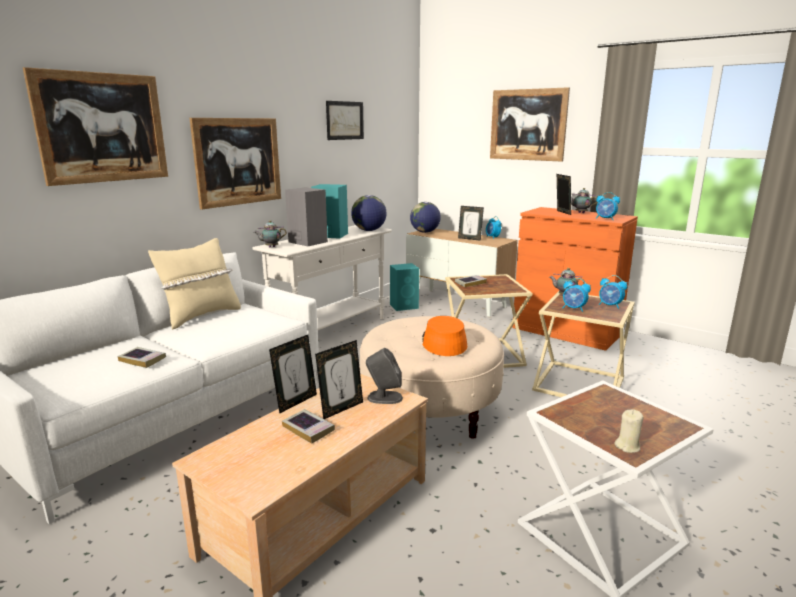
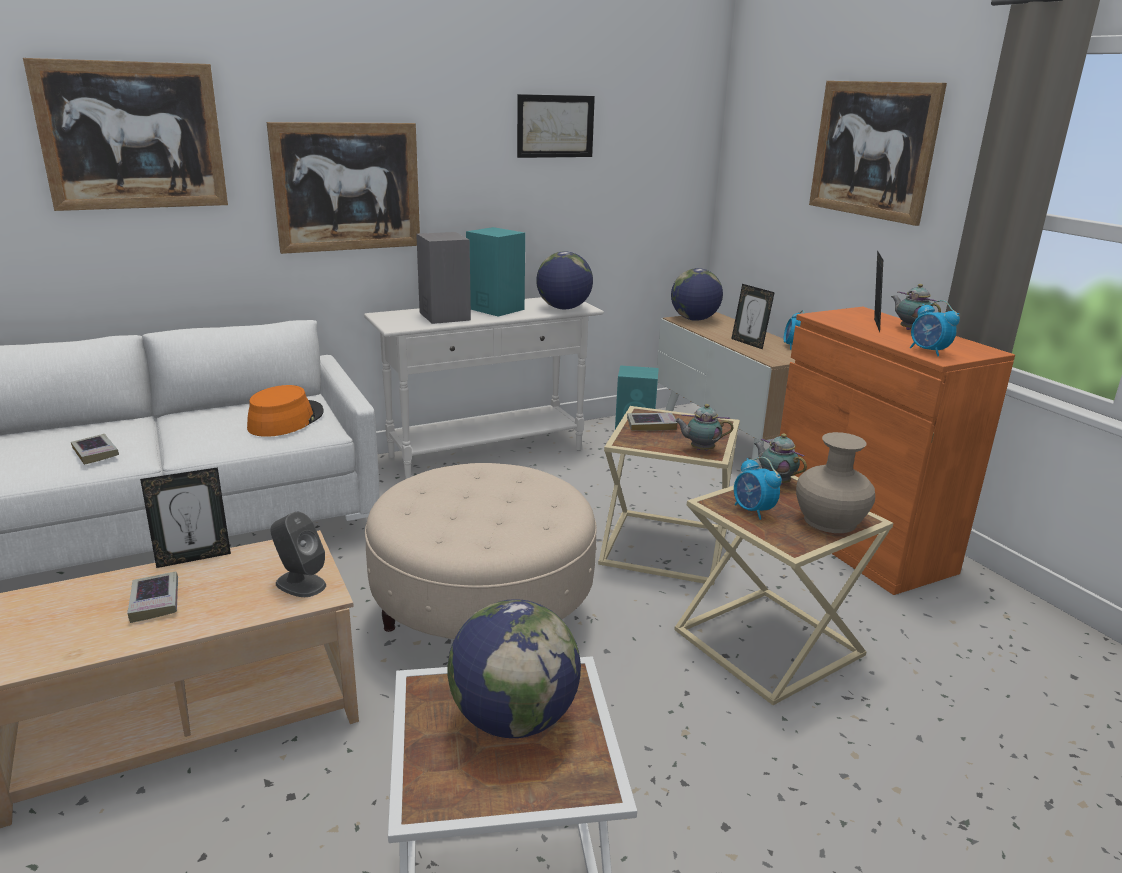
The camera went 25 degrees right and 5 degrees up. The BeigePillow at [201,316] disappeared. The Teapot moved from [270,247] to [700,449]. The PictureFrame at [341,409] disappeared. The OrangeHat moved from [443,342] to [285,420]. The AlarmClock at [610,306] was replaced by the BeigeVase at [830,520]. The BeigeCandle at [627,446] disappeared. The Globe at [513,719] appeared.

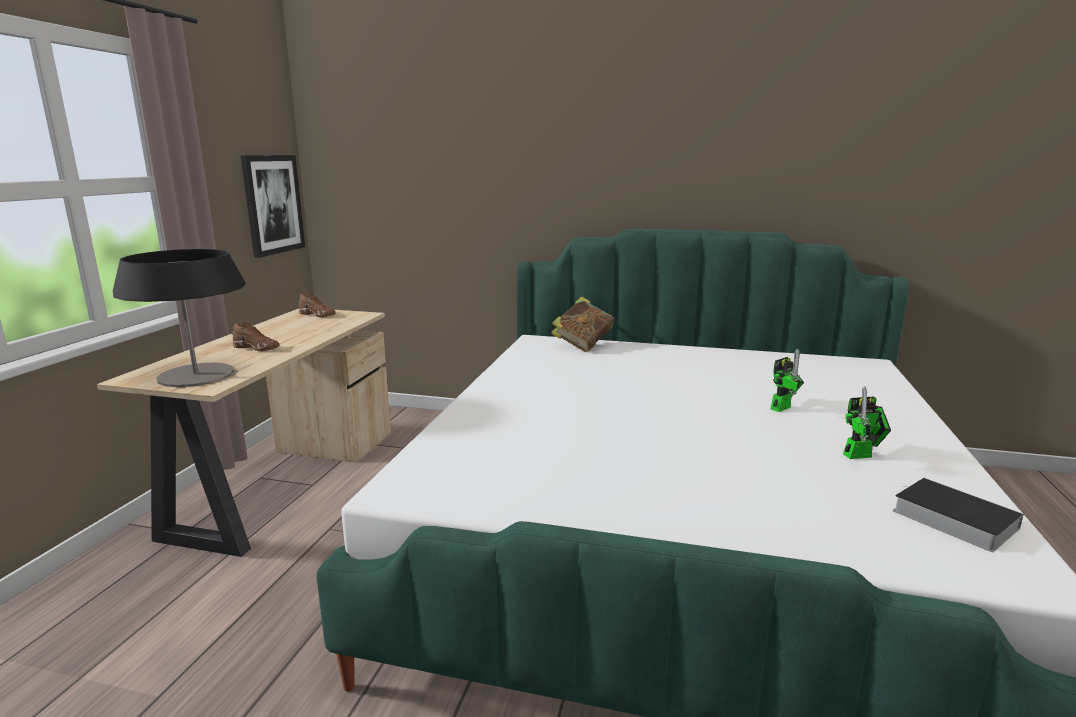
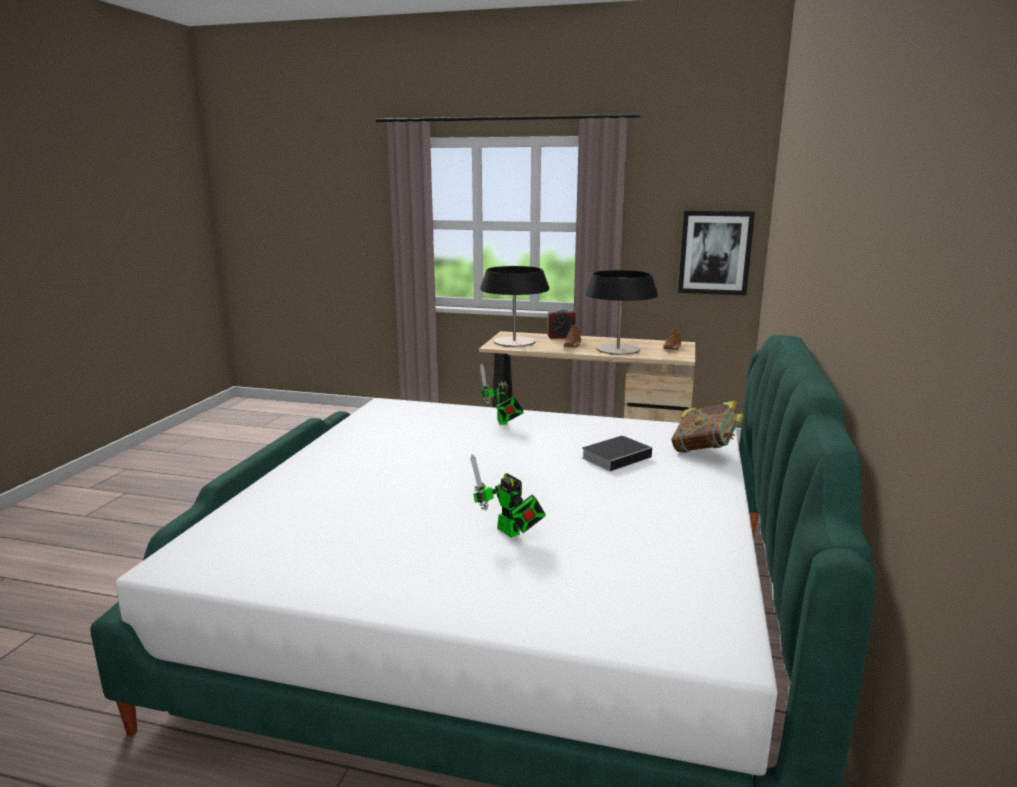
The camera went 90 degrees right and 0 degrees up. The ToyRobot moved from [861,455] to [502,422]. The Book moved from [950,518] to [617,457]. The AlarmClock at [561,337] appeared. The TableLamp at [618,349] appeared.

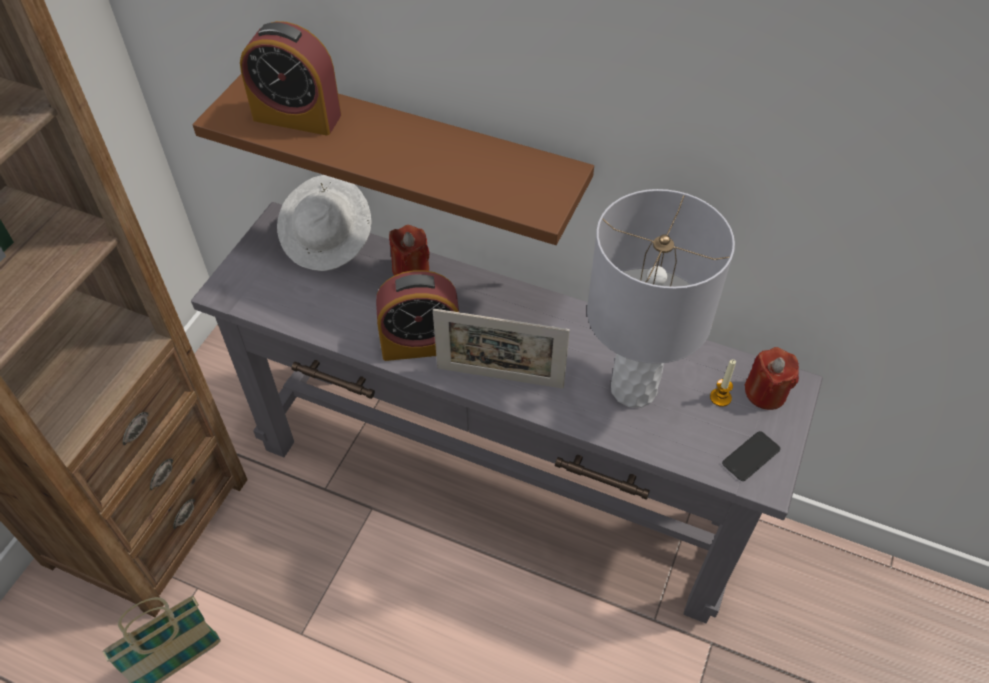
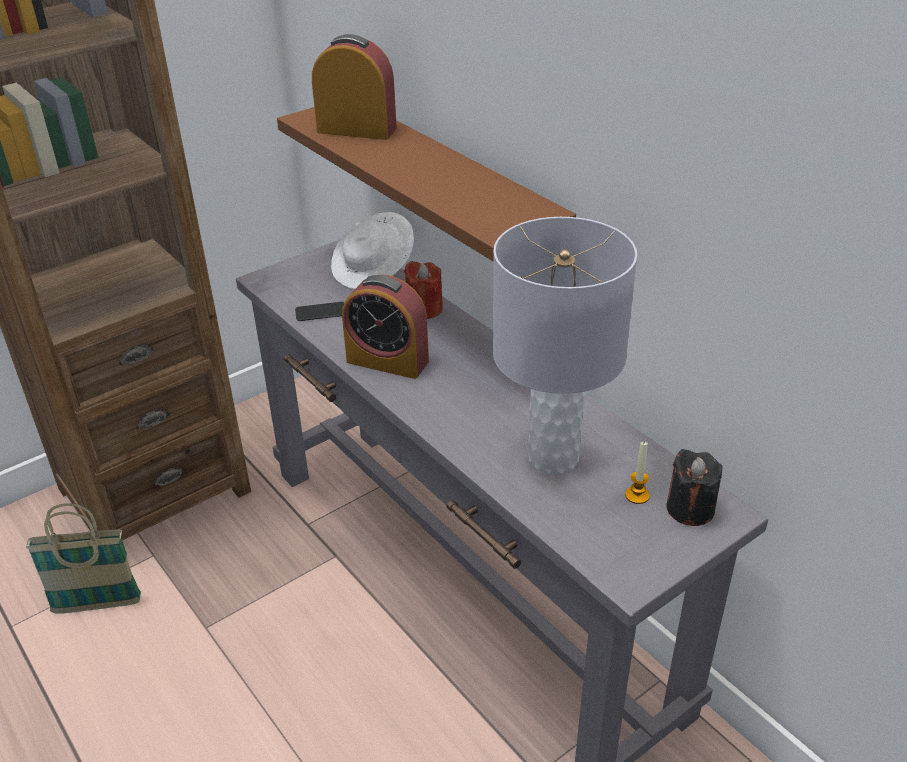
The camera went 30 degrees right and 15 degrees down. The AlarmClock at [297,117] turned 150 degrees clockwise. The PictureFrame at [500,377] disappeared. The Phone moved from [751,456] to [321,312]. The RedCandle at [765,393] became the BlackCandle at [690,509].

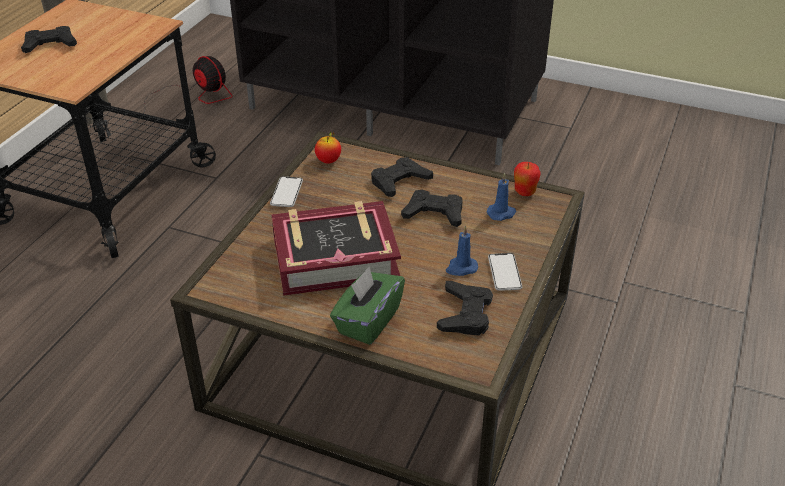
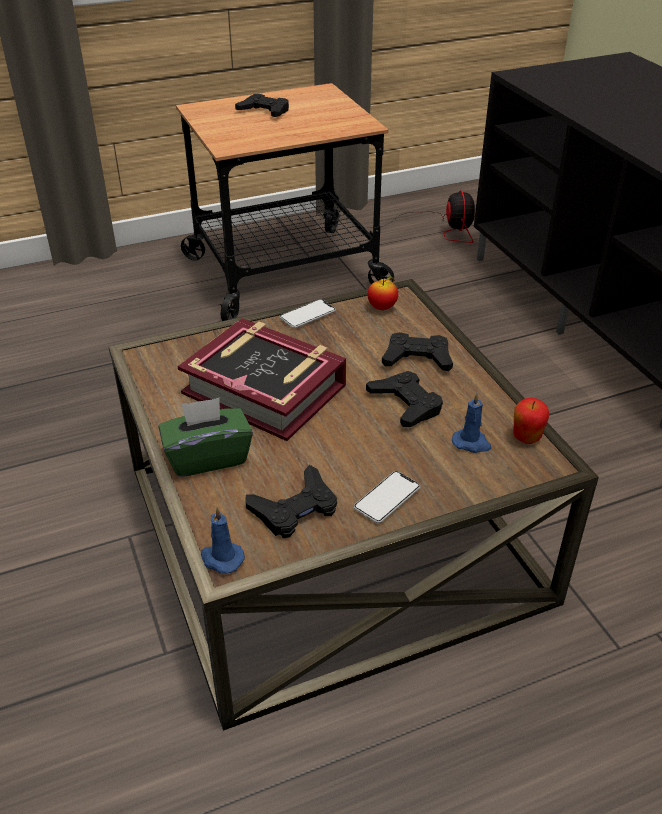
The camera went 45 degrees right and 0 degrees up. The BlueCandle moved from [461,268] to [221,558].

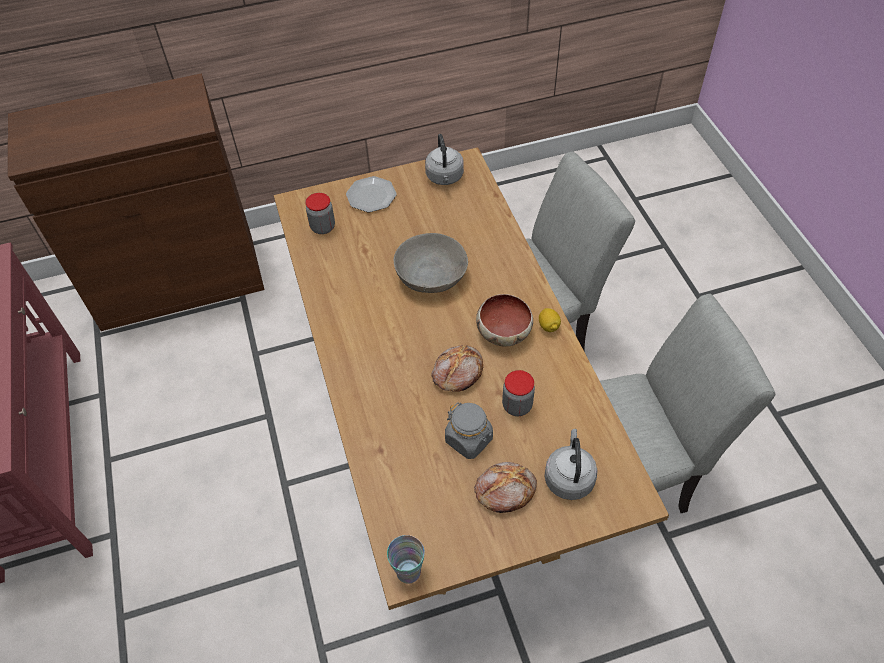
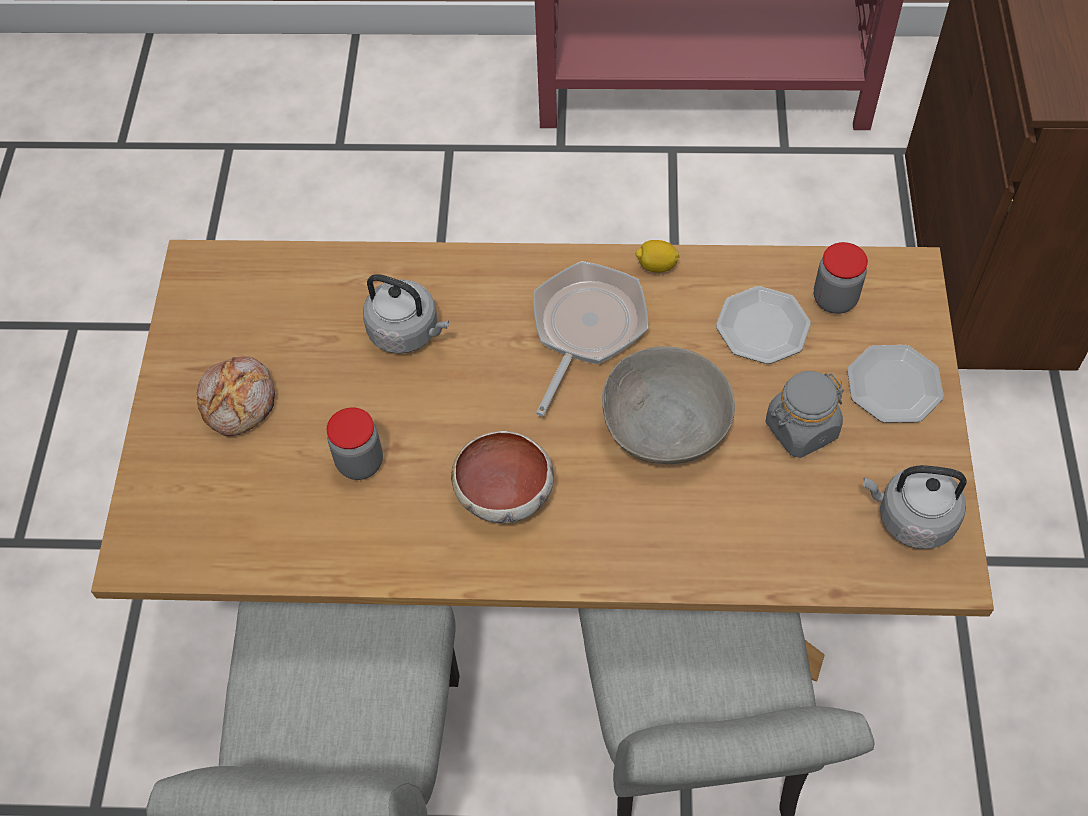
The camera went 110 degrees right and 5 degrees up. The Cup at [408,571] disappeared. The Bread at [457,372] disappeared. The GreyJar moved from [469,439] to [801,429]. The Lemon moved from [548,326] to [656,266]. The GreyKettle moved from [569,477] to [407,332]. The FryingPan at [585,329] appeared. The Plate at [761,327] appeared.

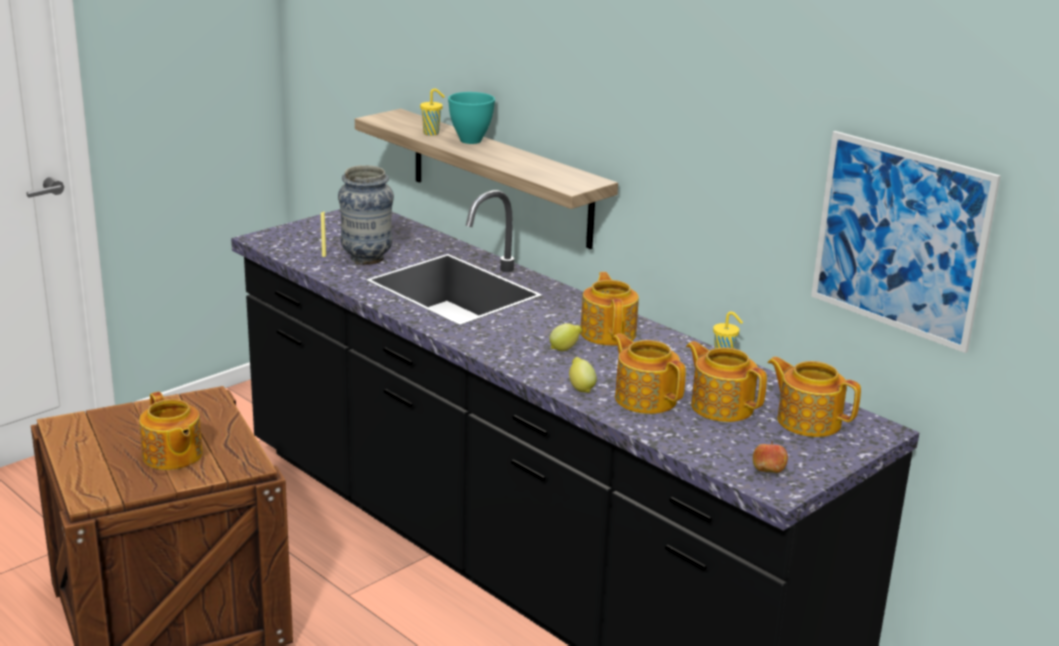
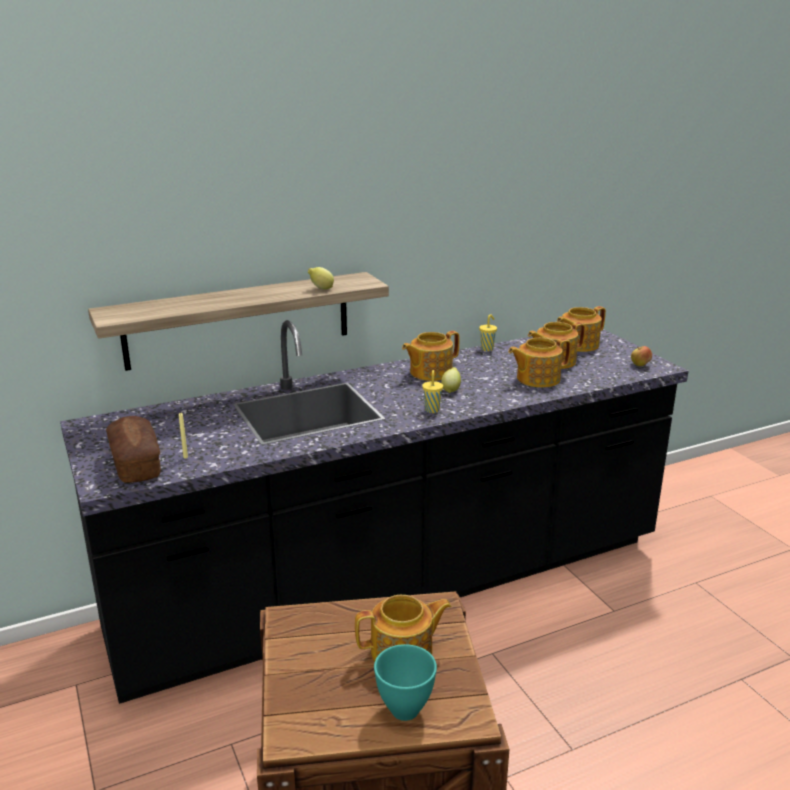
The camera went 70 degrees left and 0 degrees up. The Vase at [366,258] disappeared. The YellowCup moved from [432,133] to [432,410]. The TurquoiseBowl moved from [471,141] to [406,710]. The Lemon moved from [581,388] to [321,289]. The Teapot at [608,333] turned 45 degrees counterclockwise. The Picture at [900,239] disappeared. The Bread at [136,463] appeared.

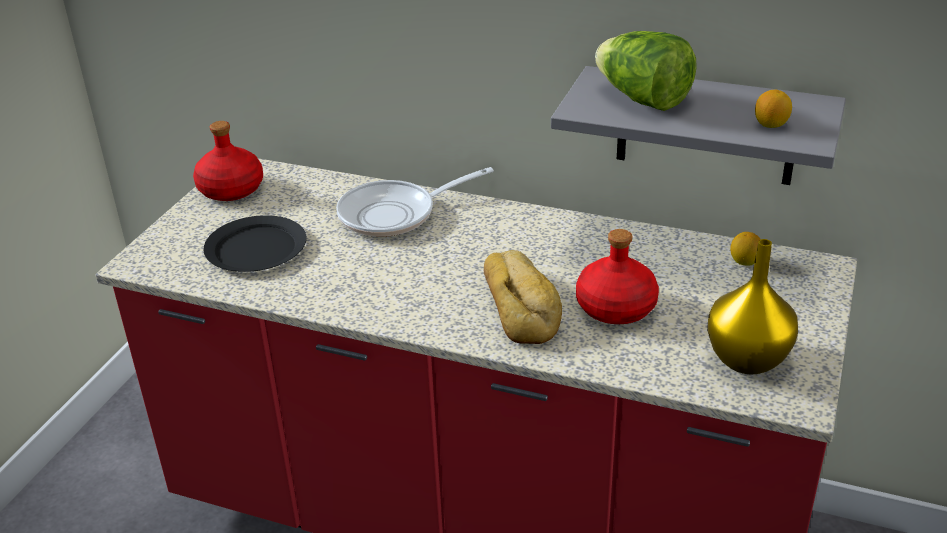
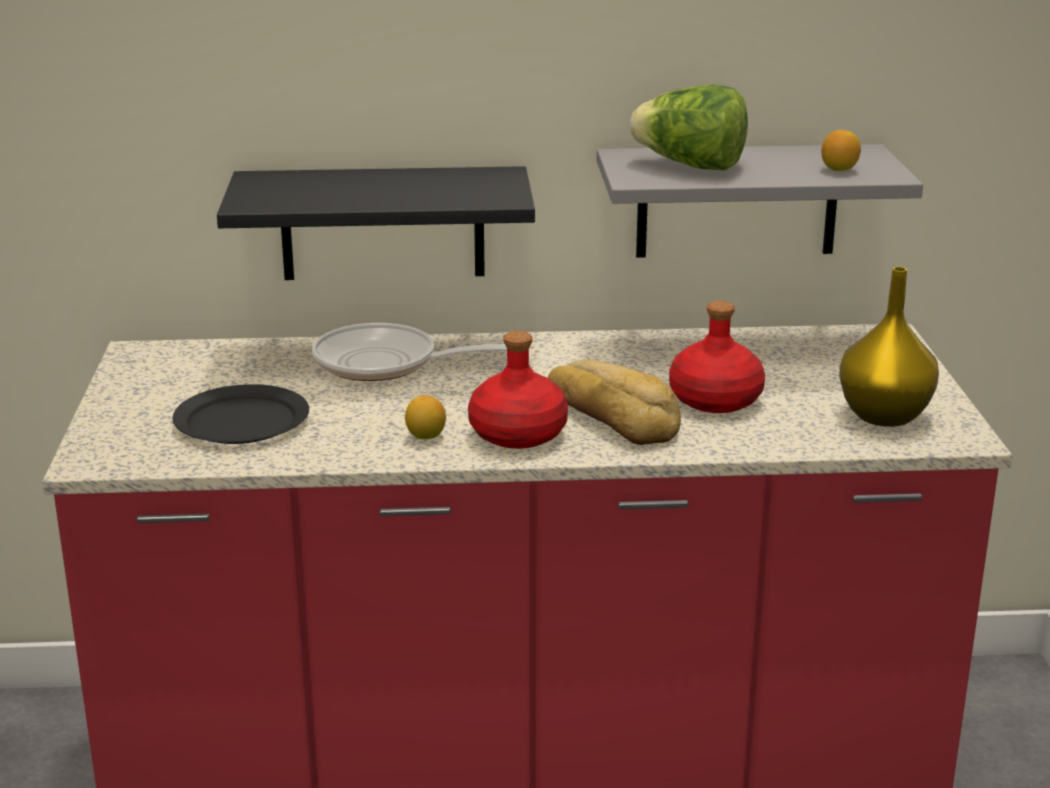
The camera went 25 degrees left and 10 degrees down. The RedBottle moved from [231,190] to [519,434]. The FryingPan at [395,214] turned 60 degrees clockwise. The Lemon moved from [744,262] to [426,436]. The BlackShelf at [382,223] appeared.

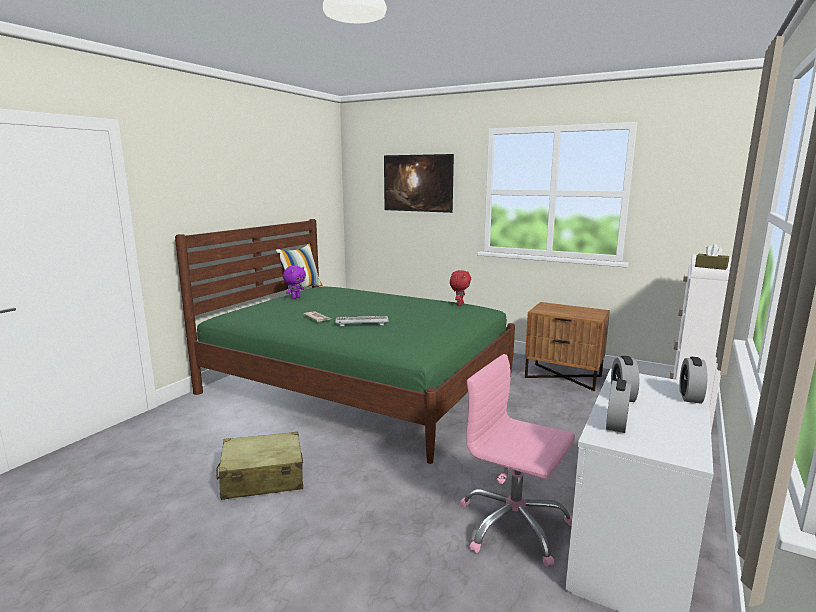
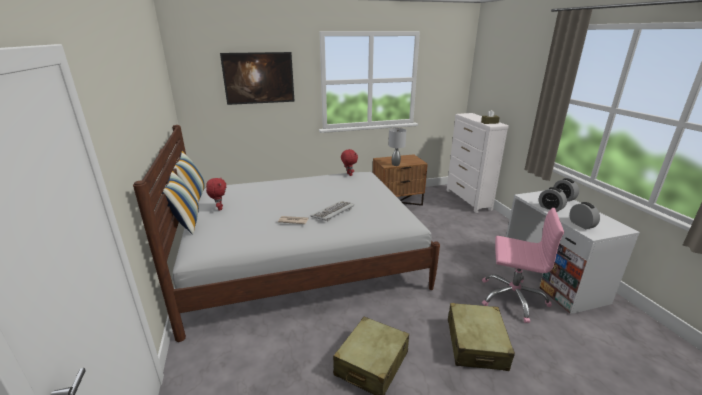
The camera went 45 degrees left and 10 degrees up. The GreenBed at [359,385] became the WhiteBed at [302,260]. The PurplePlushToy at [295,298] became the RedPlushToy at [219,208]. The PinkOfficeChair at [513,525] turned 150 degrees counterclockwise. The Pillow at [186,223] appeared. The GreyTableLamp at [395,164] appeared. The BeigeSuitcase at [476,344] appeared.

